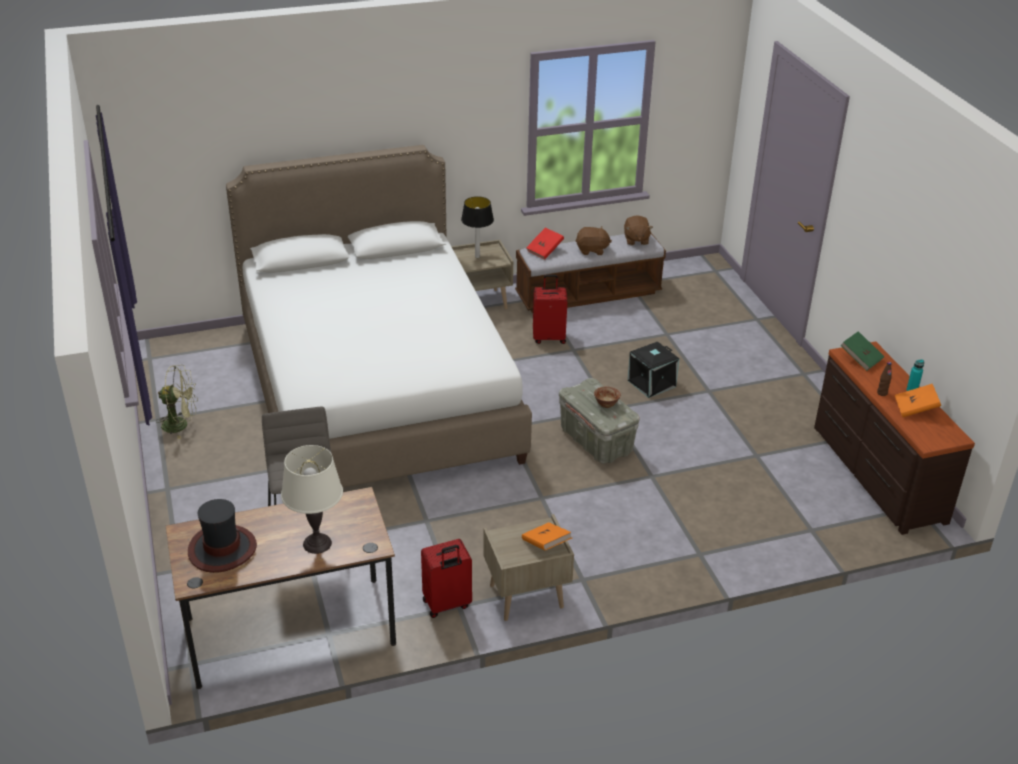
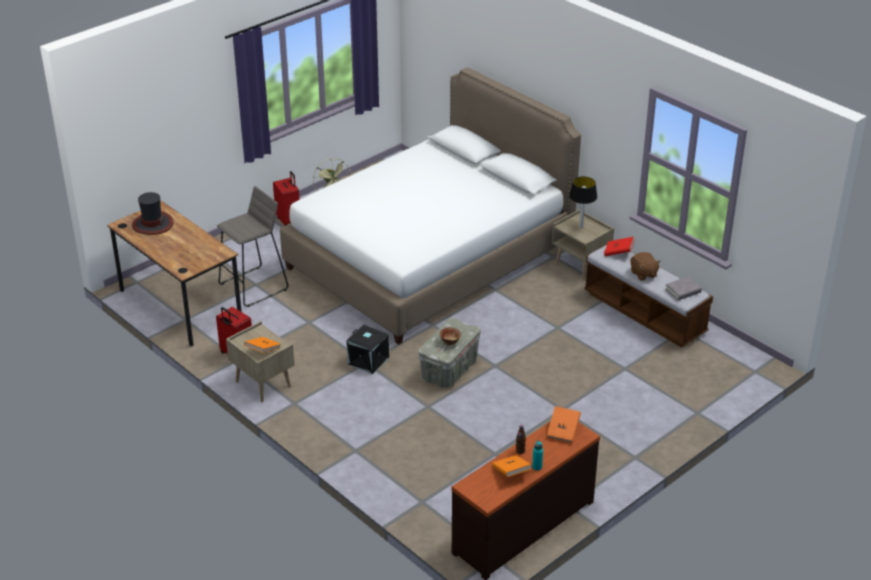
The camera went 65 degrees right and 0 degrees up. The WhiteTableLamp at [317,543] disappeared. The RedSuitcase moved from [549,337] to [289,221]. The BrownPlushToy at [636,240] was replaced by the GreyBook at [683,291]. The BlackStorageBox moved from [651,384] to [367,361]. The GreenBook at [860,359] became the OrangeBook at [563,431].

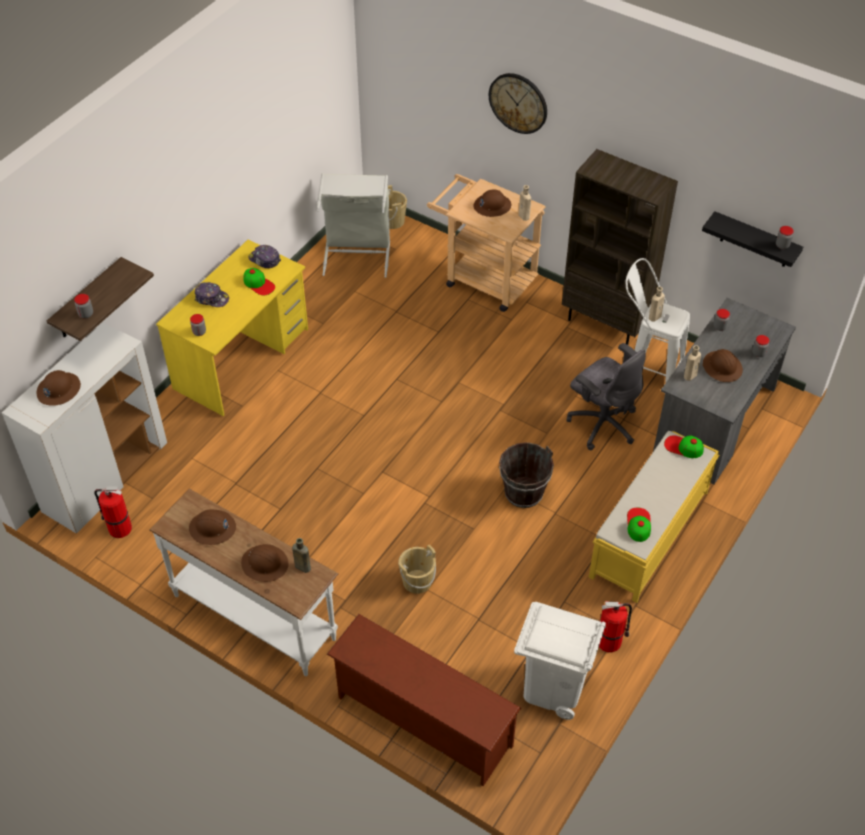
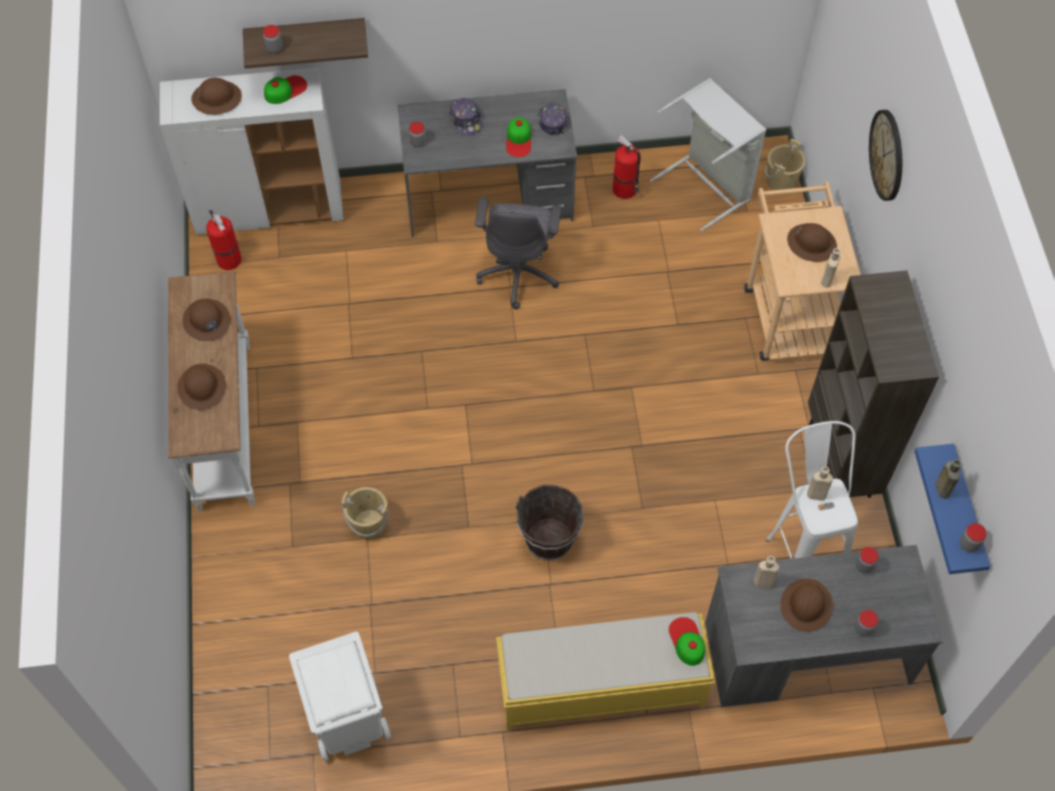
The camera went 50 degrees right and 10 degrees up. The YellowDesk at [242,359] became the GreyDesk at [489,199]. The BrownBottle moved from [301,566] to [942,488]. The BrownShoeRack at [422,722] disappeared. The GreyOfficeChair moved from [602,423] to [519,273]. The FireExtinguisher moved from [610,641] to [625,189]. The Cap moved from [638,524] to [285,90]. The BlackShelf at [755,240] became the BlueShelf at [965,513].

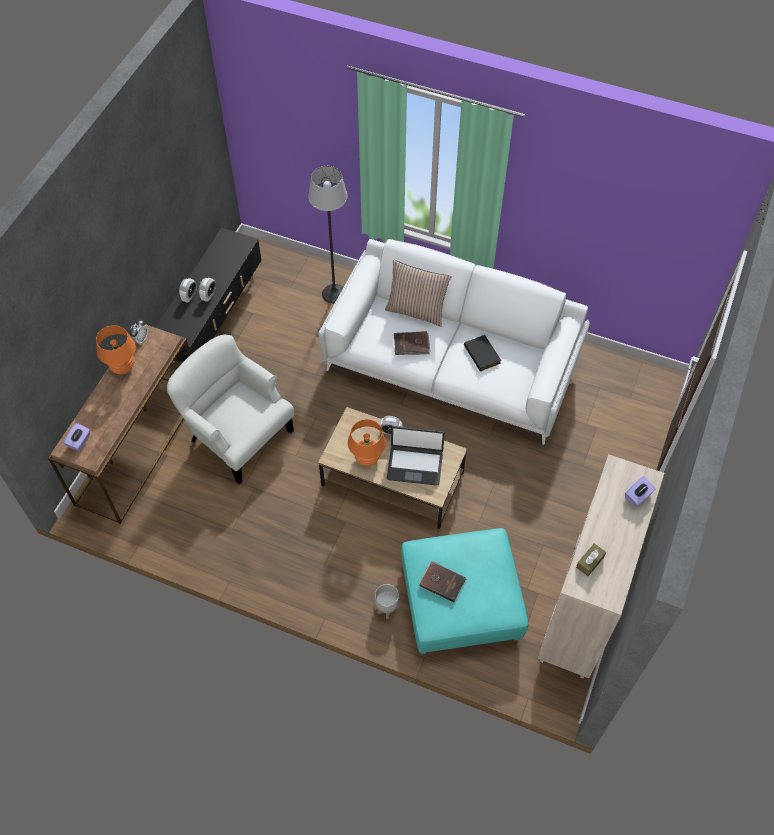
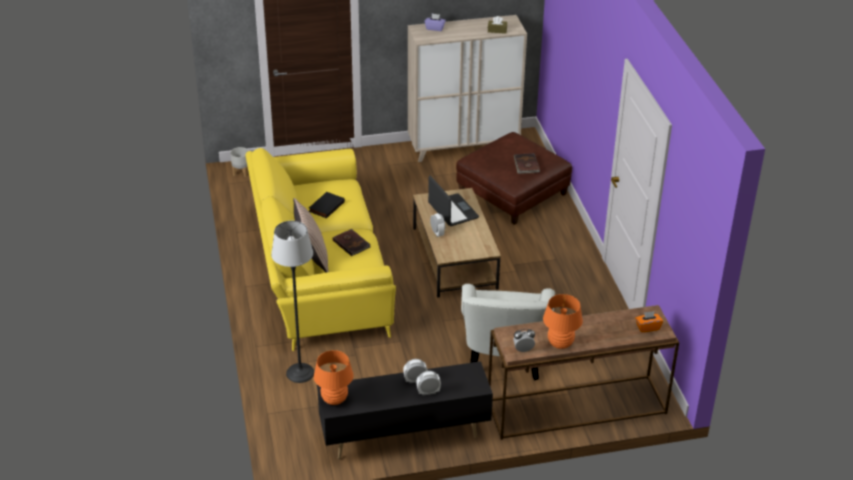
The camera went 125 degrees left and 20 degrees down. The PurpleTissueBox at [79,442] became the OrangeTissueBox at [647,327]. The WhiteSofa at [452,366] became the YellowSofa at [318,271]. The OrangeTableLamp moved from [367,458] to [334,399]. The GreyPlanter moved from [386,607] to [241,172]. The TurquoiseOttoman at [461,601] became the BrownOttoman at [512,192].

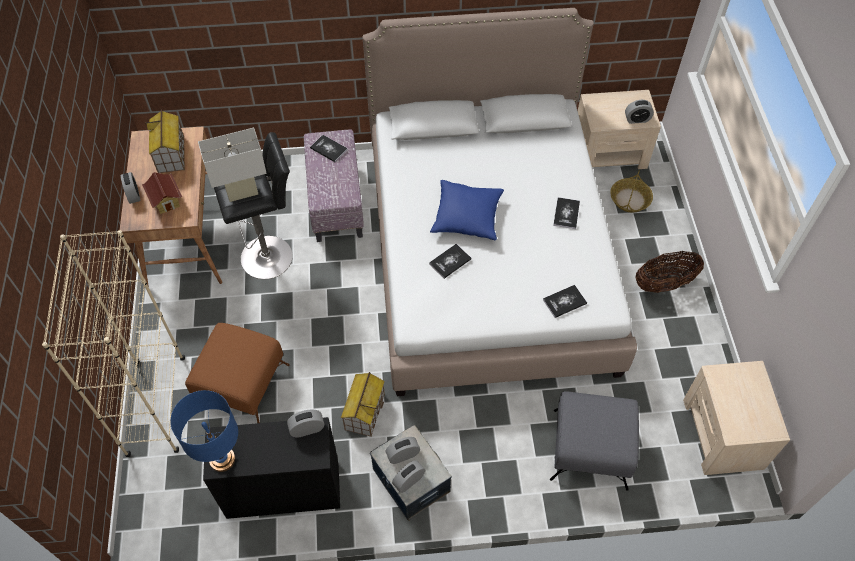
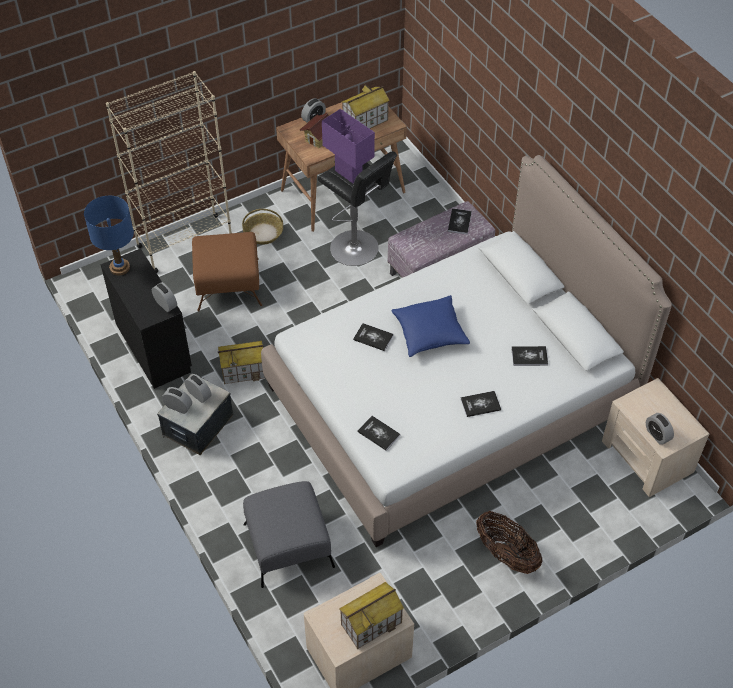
The camera went 65 degrees right and 5 degrees down. The WhiteTableLamp at [242,192] became the PurpleTableLamp at [348,174]. The Basket moved from [629,199] to [263,233]. The ToyHouse at [371,623] appeared. The Book at [529,356] appeared.

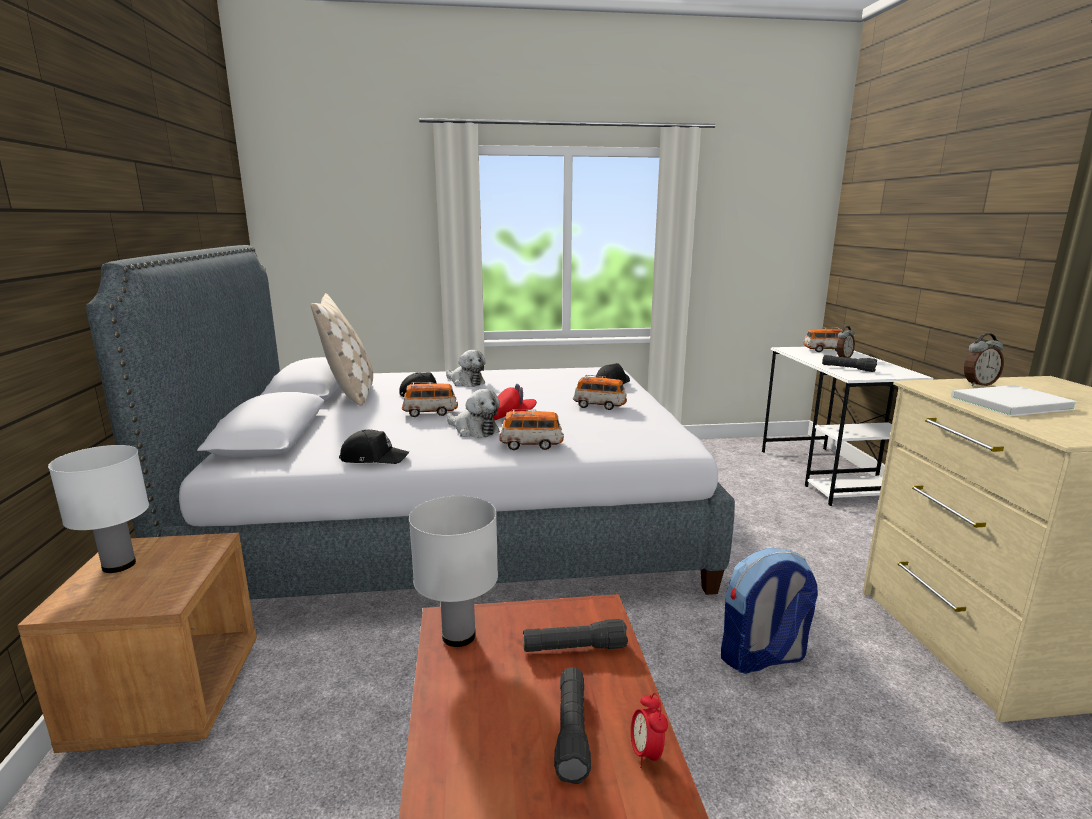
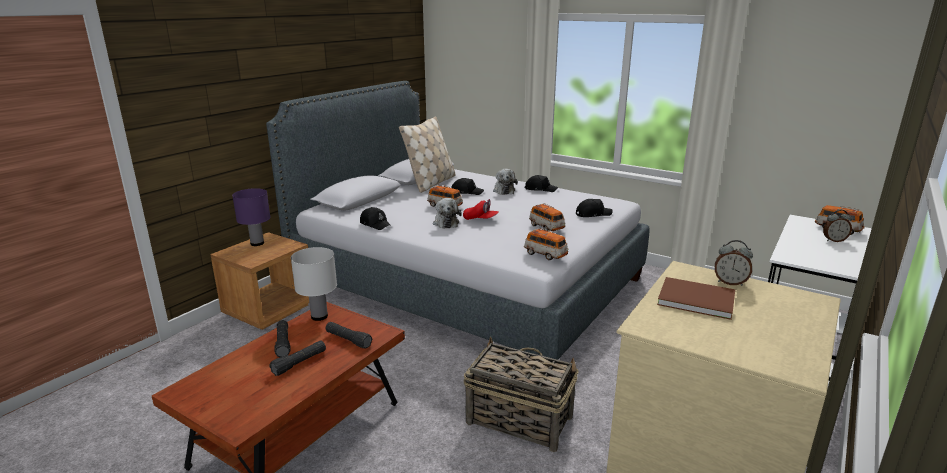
The camera went 40 degrees right and 5 degrees up. The WhiteTableLamp at [120,565] became the PurpleTableLamp at [257,243]. The ToyCar moved from [531,445] to [545,254]. The AlarmClock at [646,753] disappeared. The Backpack at [762,658] was replaced by the Basket at [518,419]. The BlackFlashlight moved from [848,369] to [283,343]. The WhiteBook at [1006,403] became the BrownBook at [694,298]. The BlackCap at [540,189] appeared.

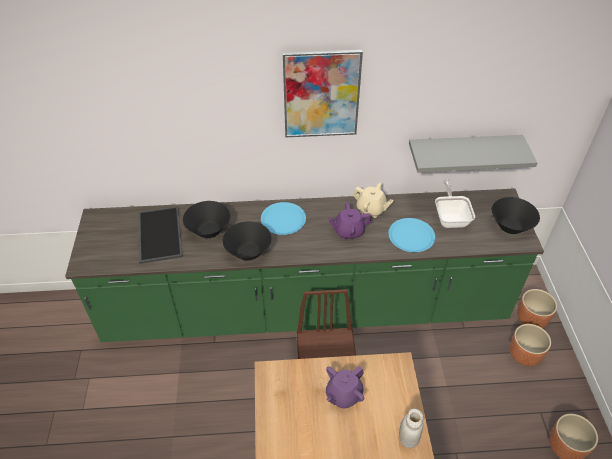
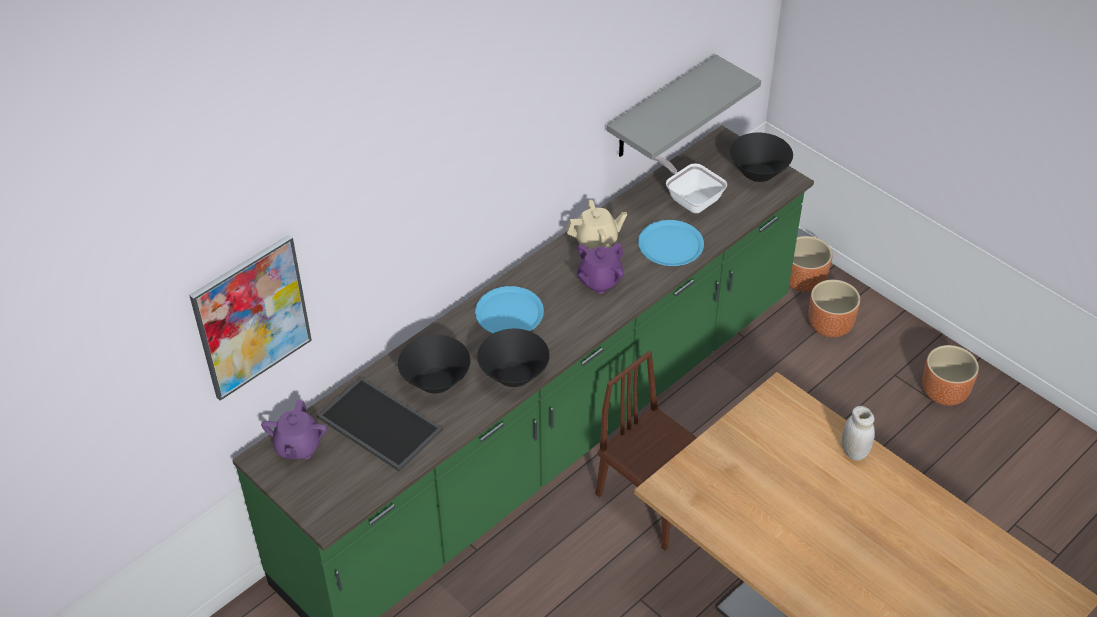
The camera went 40 degrees left and 0 degrees up. The Picture moved from [321,94] to [251,317]. The PurpleTeapot moved from [343,395] to [298,447].

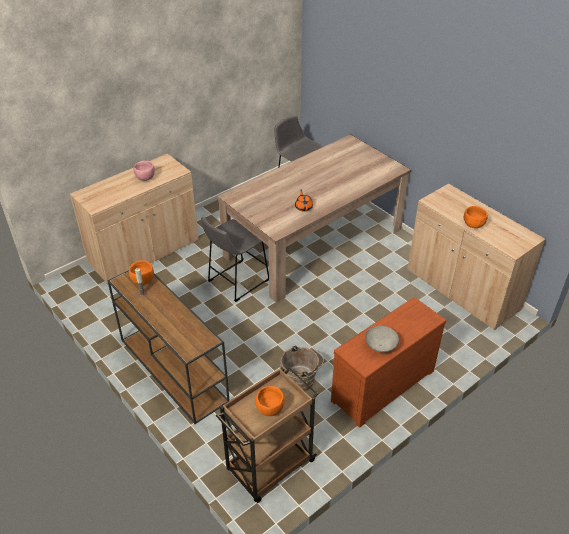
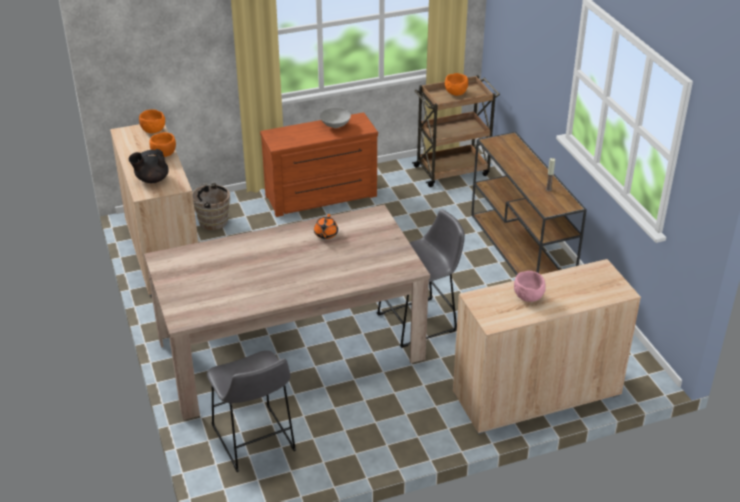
The camera went 160 degrees left and 5 degrees down. The OrangeBowl moved from [143,280] to [152,131]. The BrownBucket moved from [301,380] to [211,221]. The BlackTeapot at [151,179] appeared.

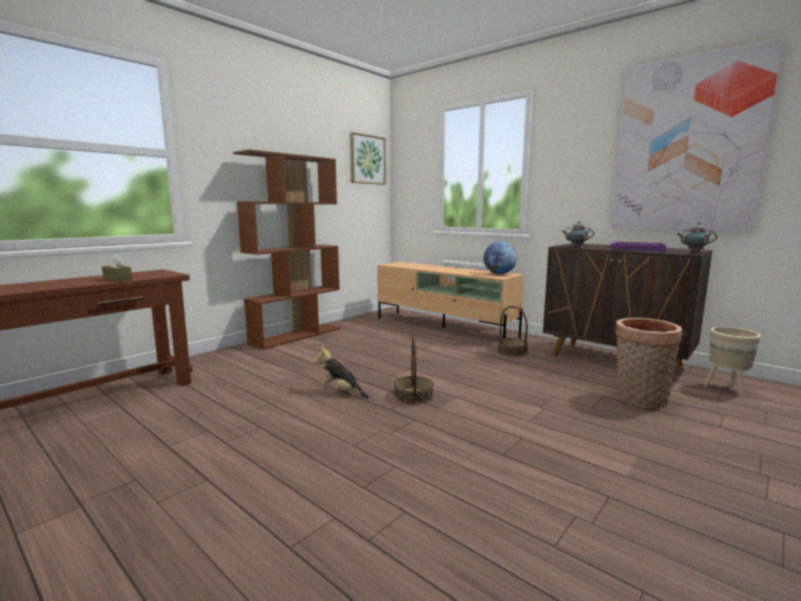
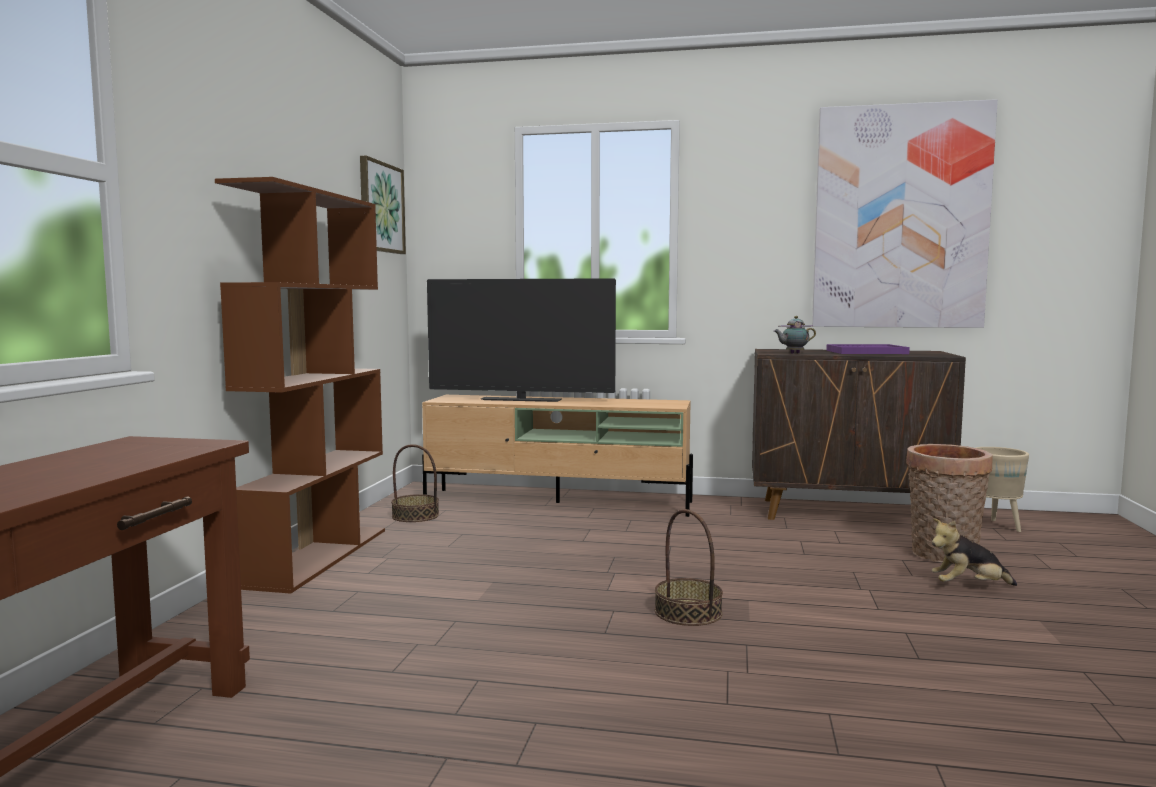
The camera went 30 degrees left and 5 degrees down. The BrownTissueBox at [117,279] disappeared. The PlushToy moved from [341,392] to [968,586]. The Globe at [499,274] disappeared. The Basket moved from [512,352] to [415,515]. The Teapot at [693,252] disappeared. The Television at [521,400] appeared.

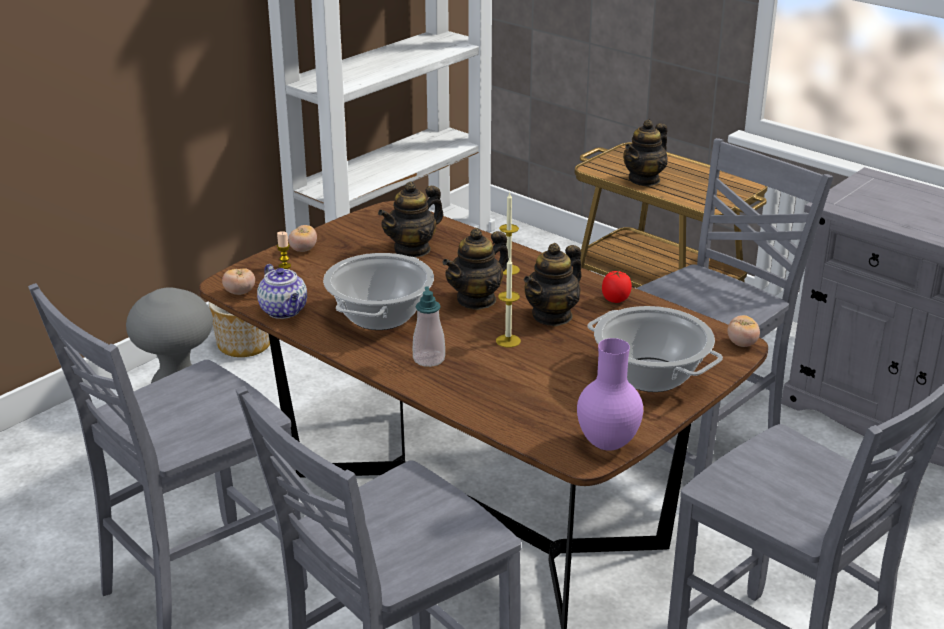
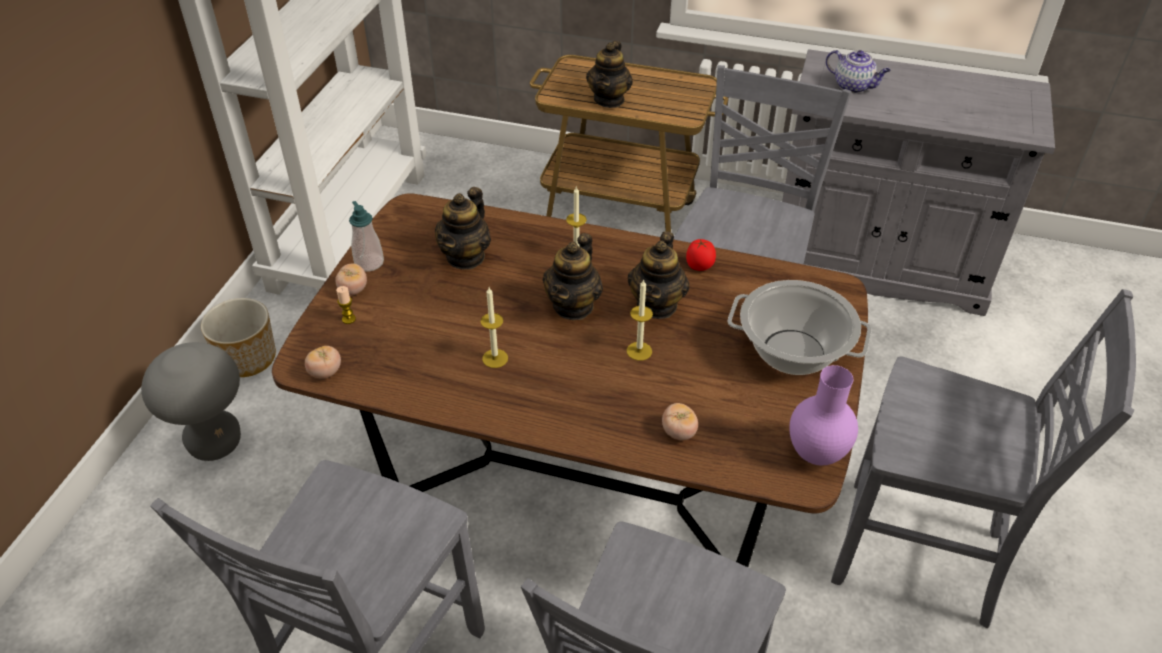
The camera went 25 degrees left and 15 degrees up. The Teapot moved from [284,311] to [854,86]. The CookingPot at [380,316] was replaced by the Candle at [495,358]. The SoapDispenser moved from [429,359] to [369,263]. The Tomato moved from [742,344] to [679,432].

